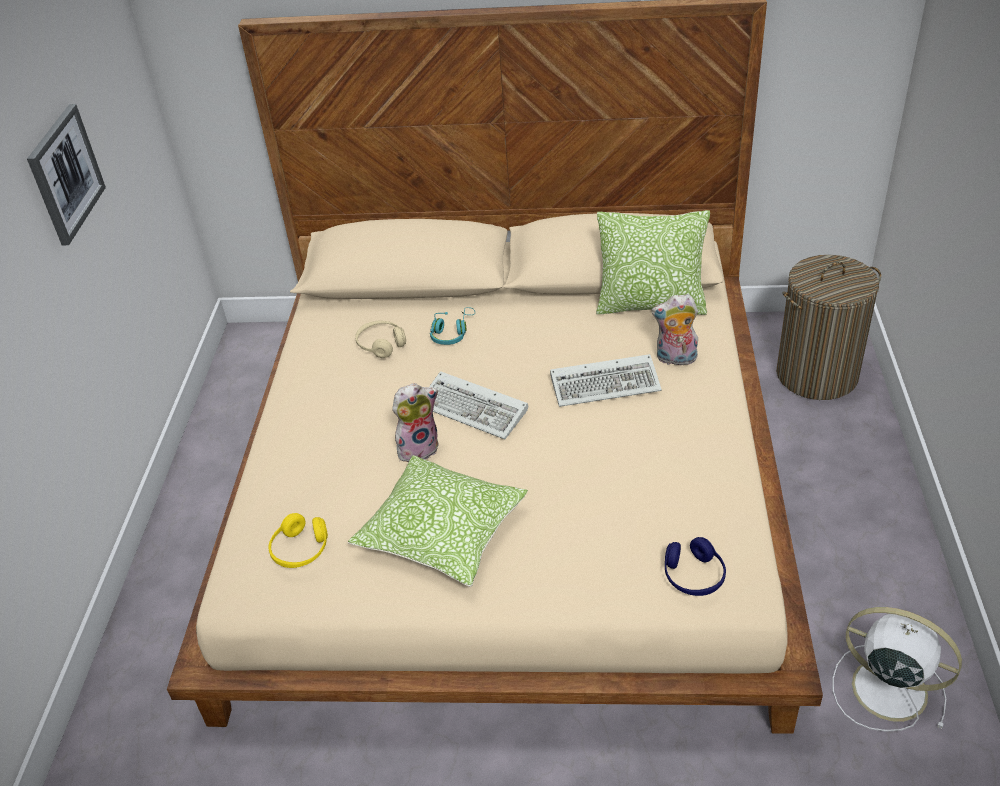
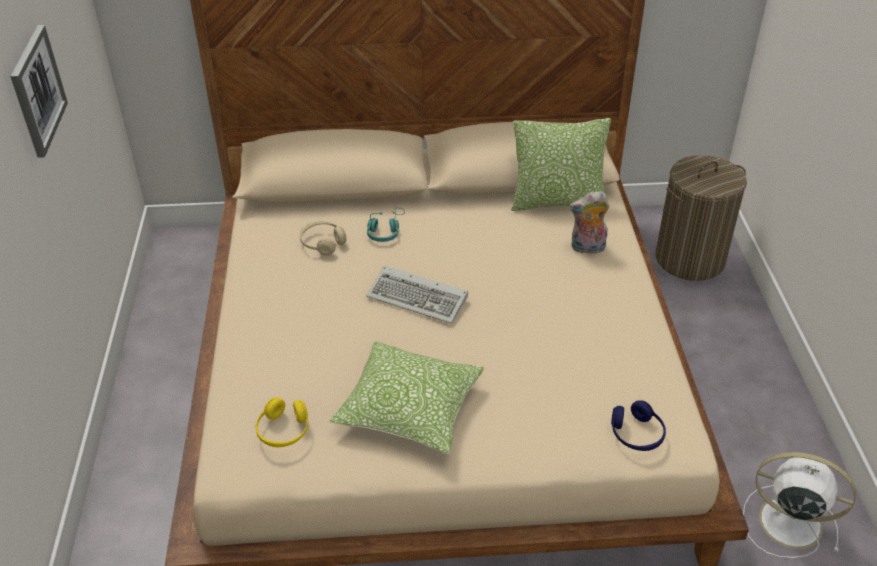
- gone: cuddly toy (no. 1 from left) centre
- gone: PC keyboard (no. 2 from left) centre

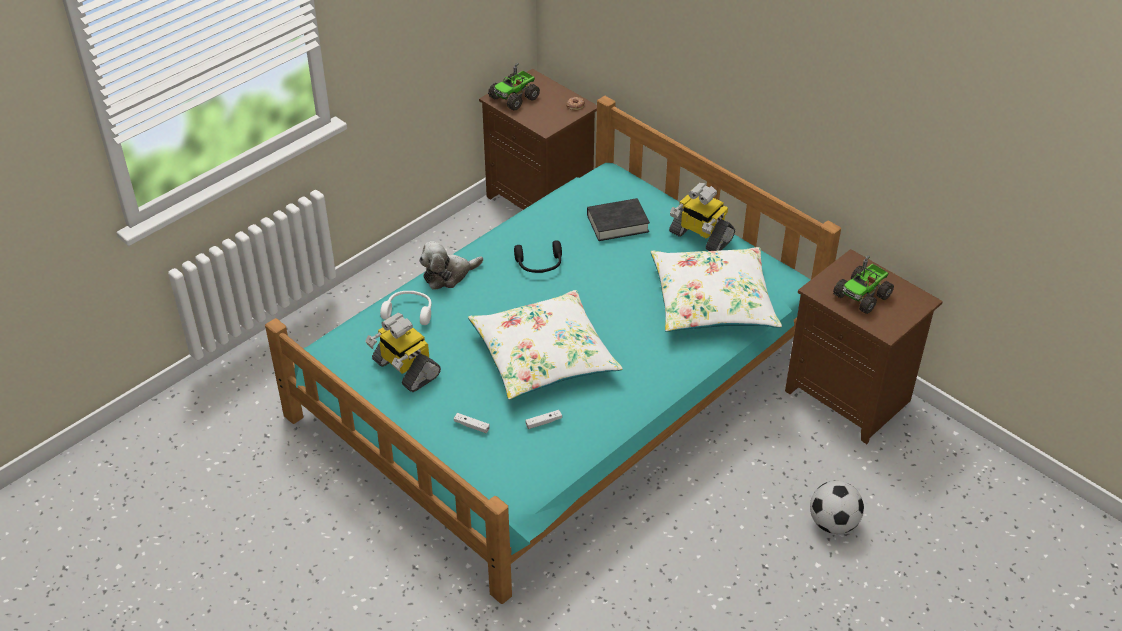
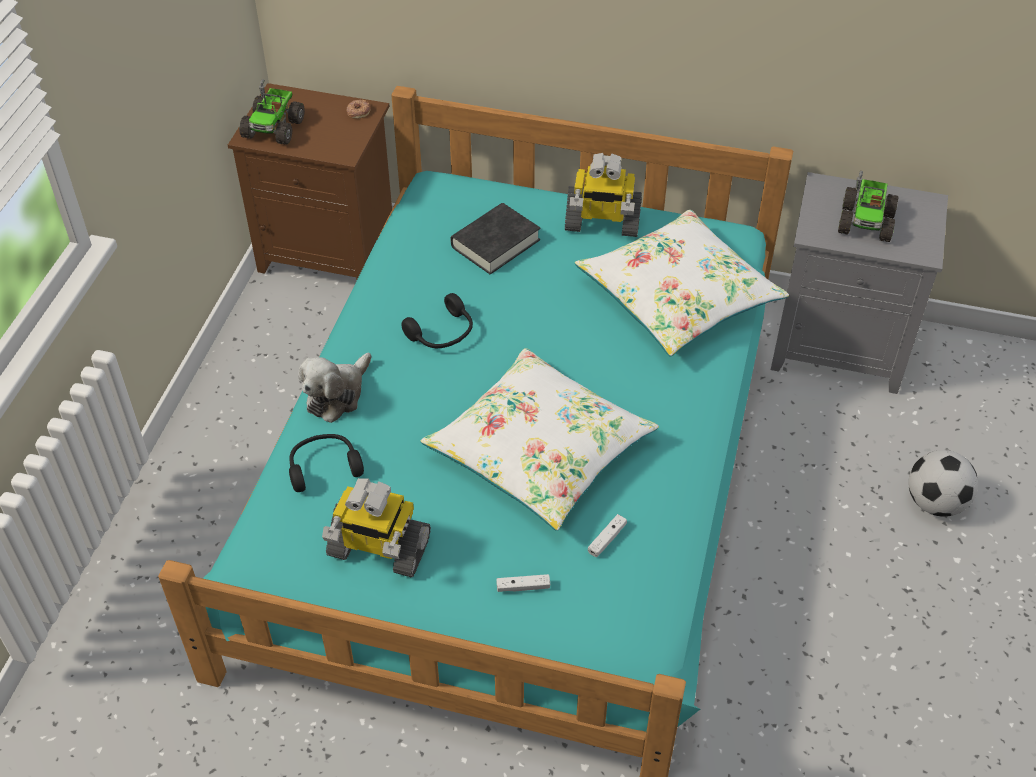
- repainted: whitish headphones centre to blackish headphones (no. 1 from left) middle left
- repainted: brown night table (no. 2 from left) middle right to grey night table middle right

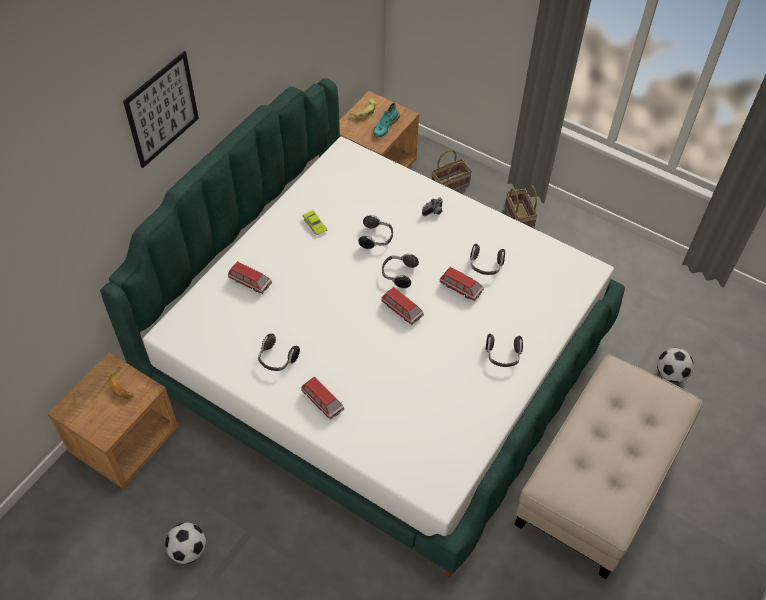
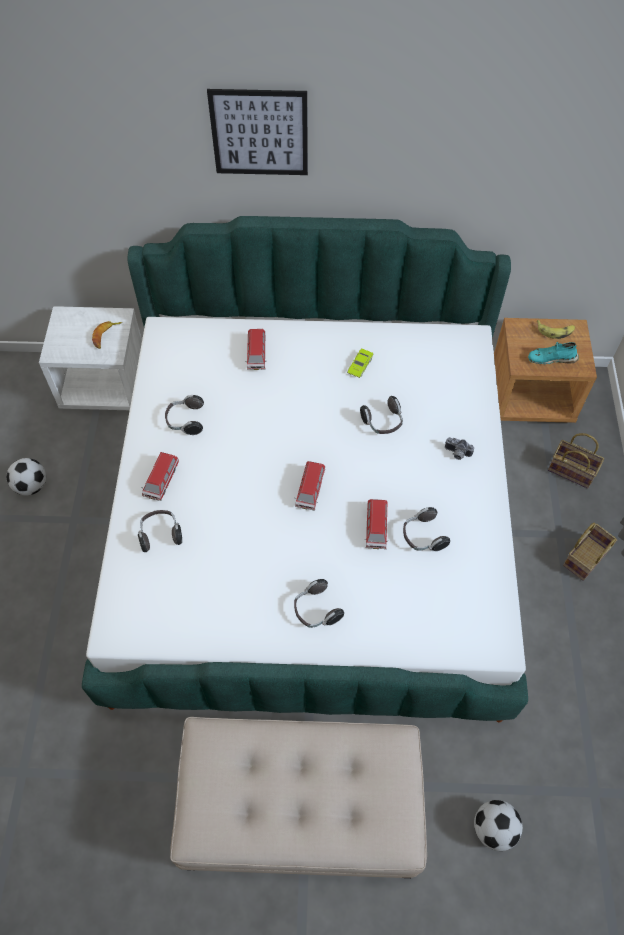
- repainted: brown night table (no. 1 from left) bottom left to whitish night table middle left
- shifted: headphones (no. 3 from left in the first image) centre to headphones (no. 1 from left) middle left

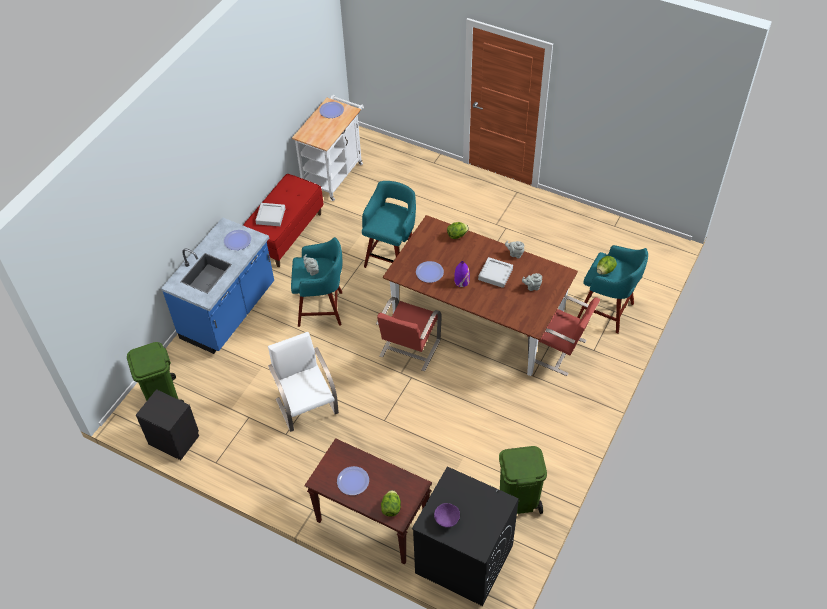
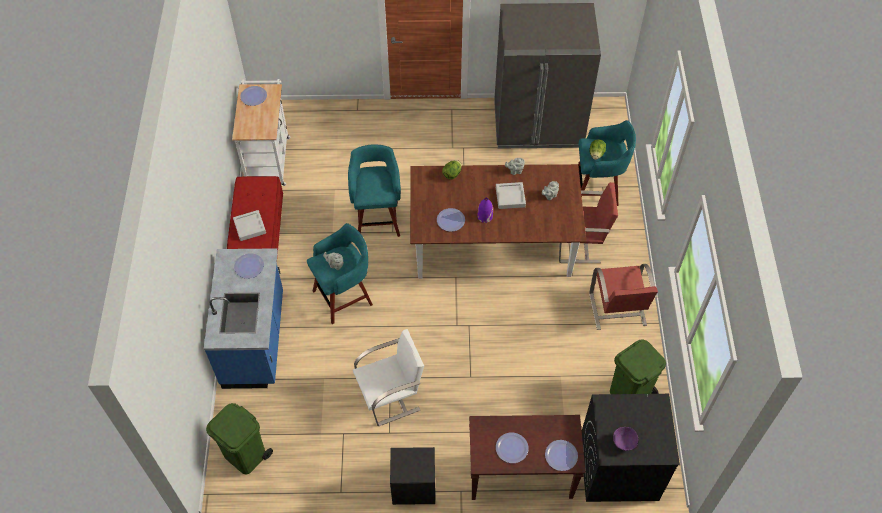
- rotated: whitish upright chair centre = bottom centre 120 degrees clockwise
- shifted: blackish night table bottom left to bottom centre
- new: grey kitchen fridge top centre
- swapped: head of lettuce (no. 1 from left) bottom centre to flat dish (no. 5 from left) bottom centre
- shifted: red upright chair (no. 1 from left in the first image) centre to red upright chair (no. 2 from left) middle right

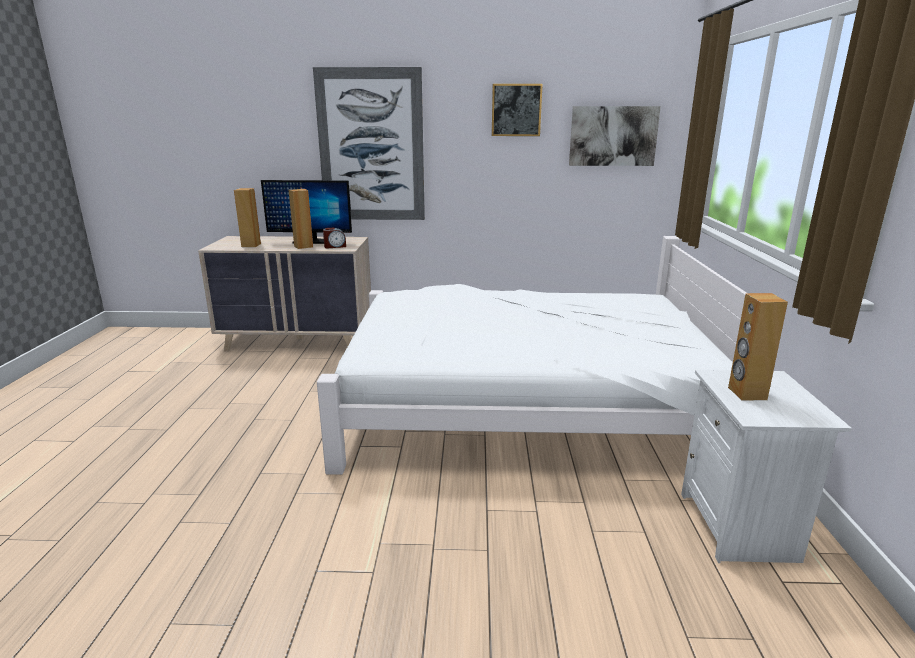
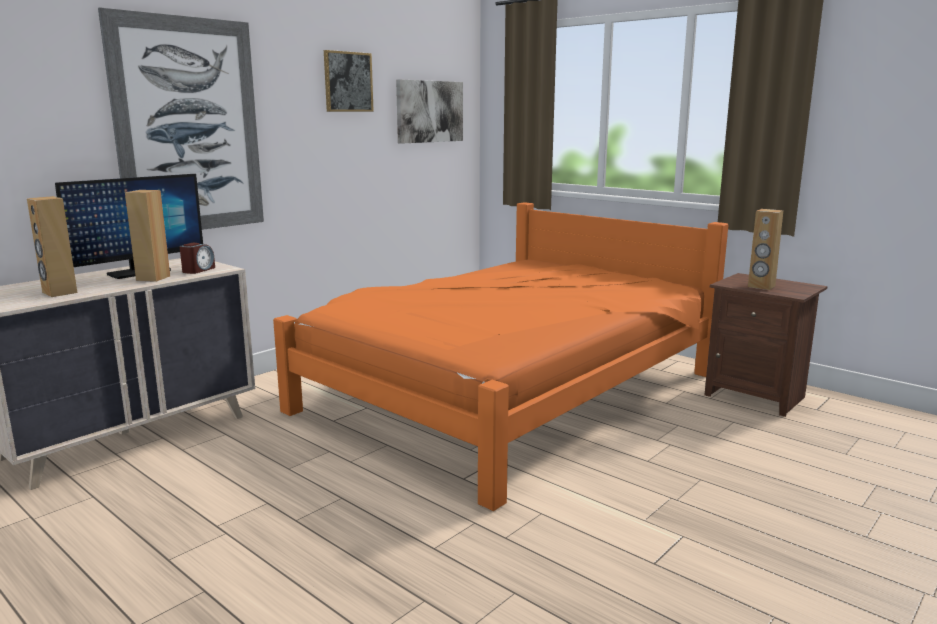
- repainted: whitish sleeping bed centre to orange sleeping bed centre
- repainted: whitish night table bottom right to brown night table middle right

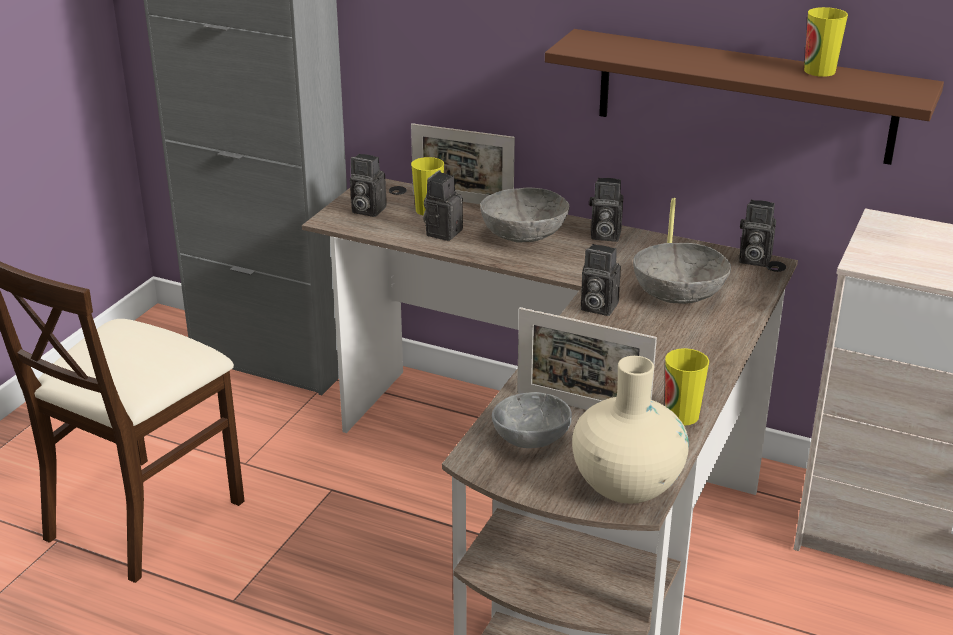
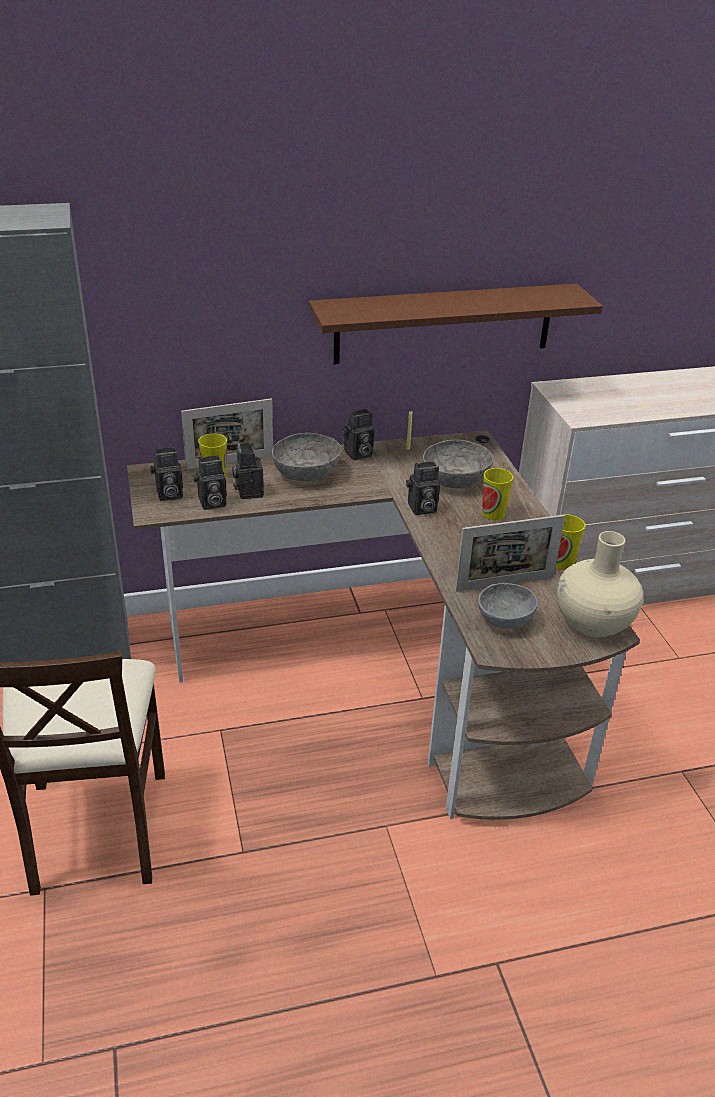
- shifted: still camera (no. 5 from left in the first image) middle right to still camera (no. 2 from left) middle left
- shifted: small cup (no. 3 from left in the first image) top right to small cup (no. 2 from left) middle right

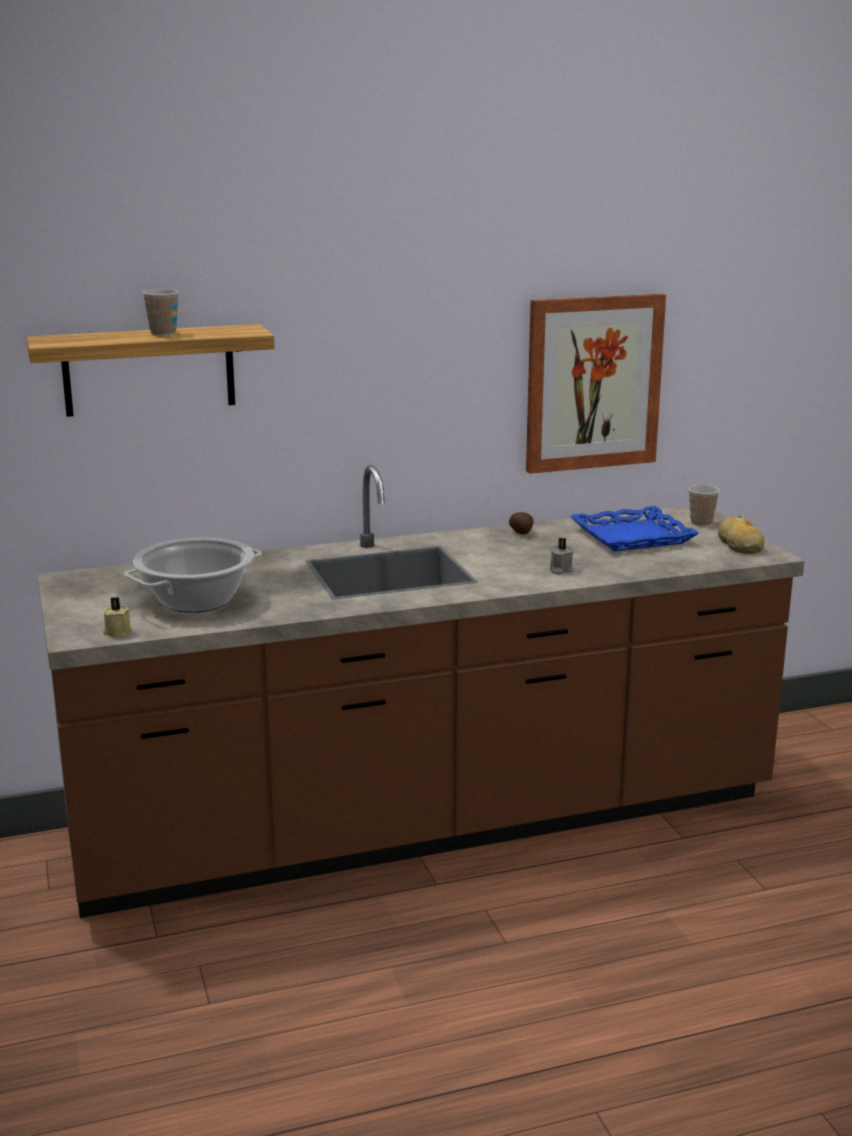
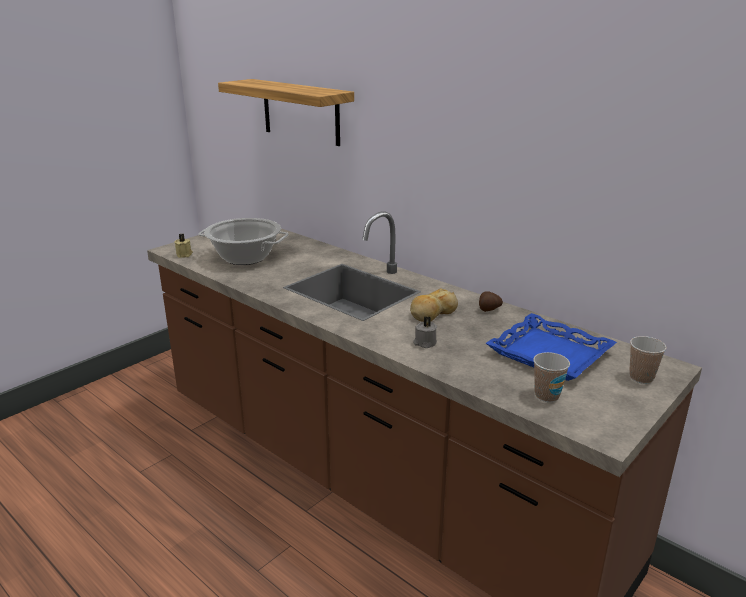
- shifted: bread middle right to centre
- shifted: small cup (no. 1 from left) top left to middle right
- gone: wall picture middle right

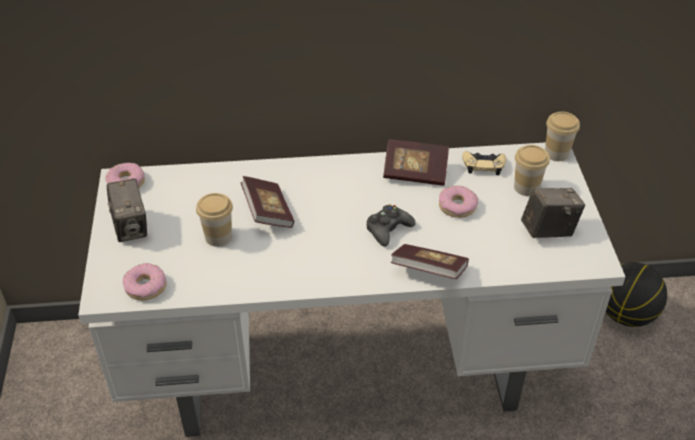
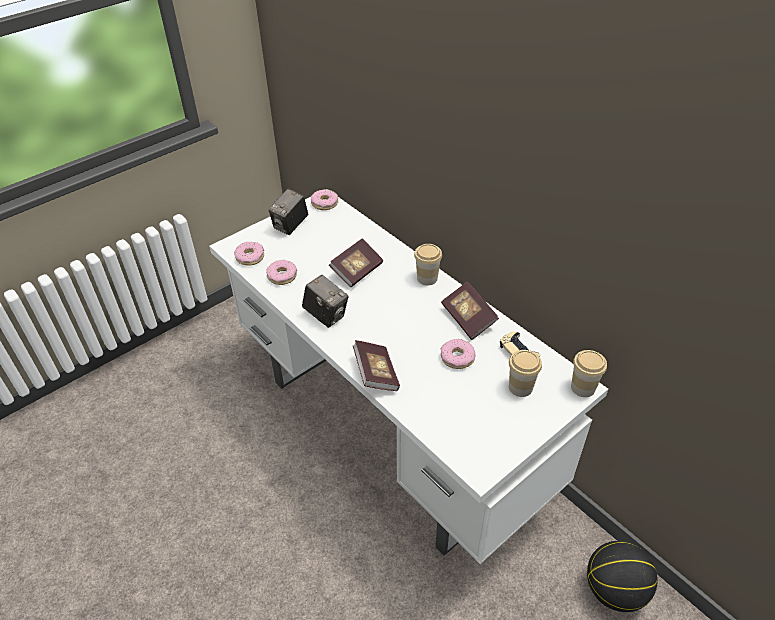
- new: donut (no. 2 from left) centre
- shifted: still camera (no. 2 from left) middle right to centre
- shifted: small cup (no. 1 from left) middle left to centre
- gone: blackish game controller centre

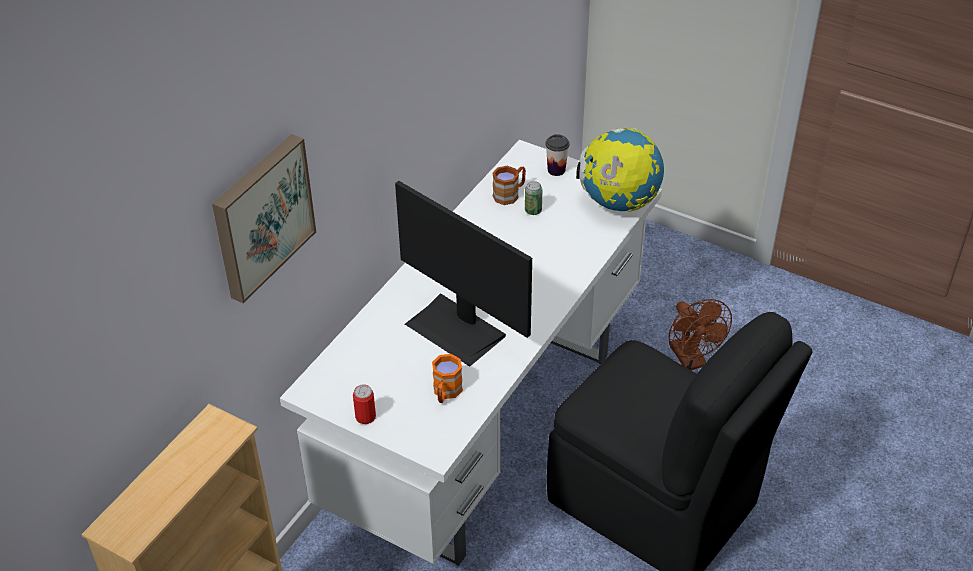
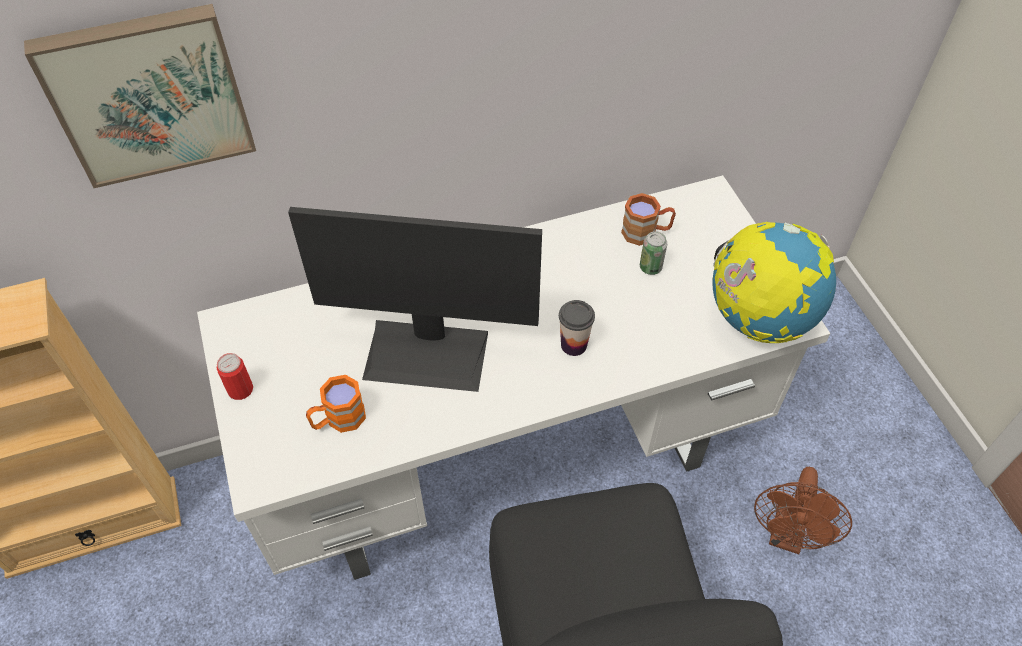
- rotated: computer display centre = centre 75 degrees counterclockwise
- shifted: small cup top centre to centre

